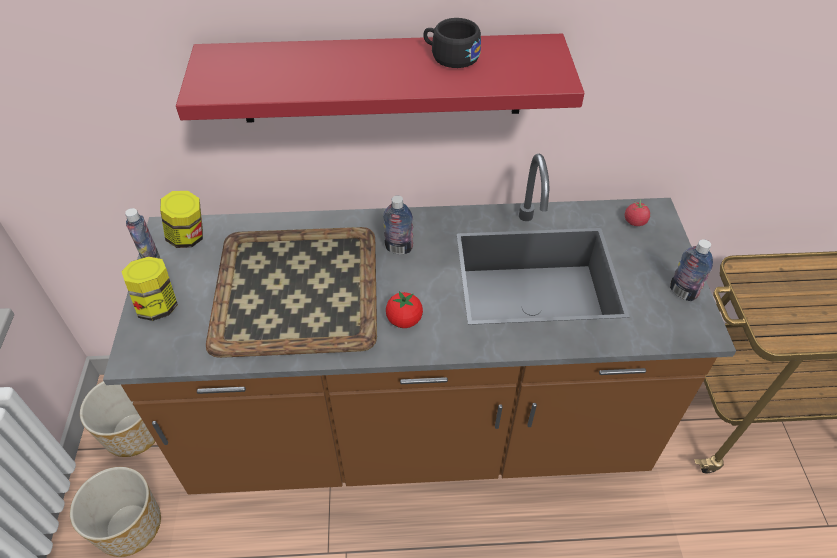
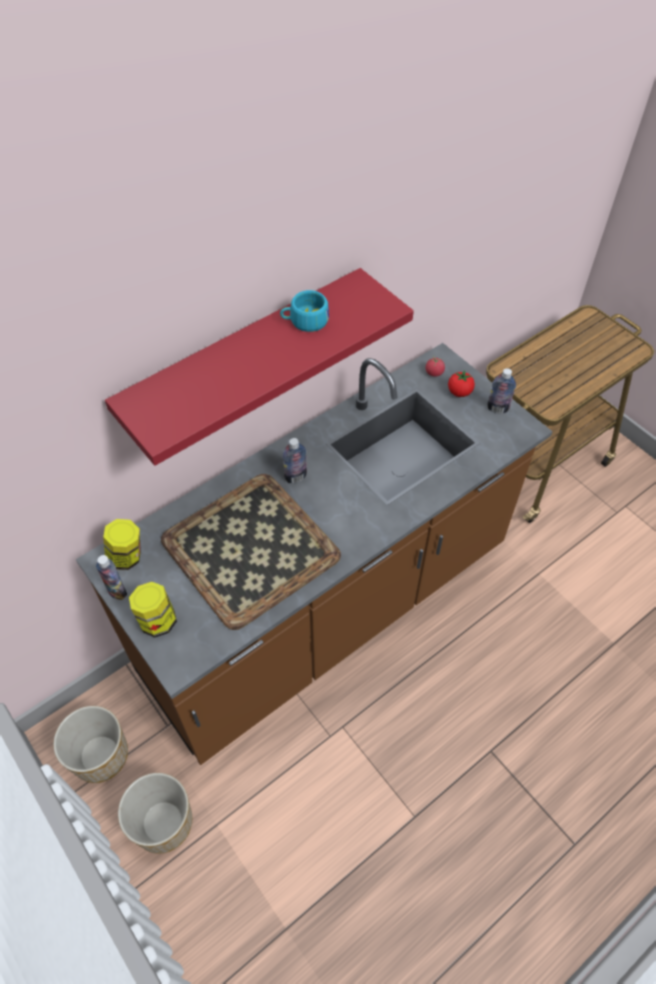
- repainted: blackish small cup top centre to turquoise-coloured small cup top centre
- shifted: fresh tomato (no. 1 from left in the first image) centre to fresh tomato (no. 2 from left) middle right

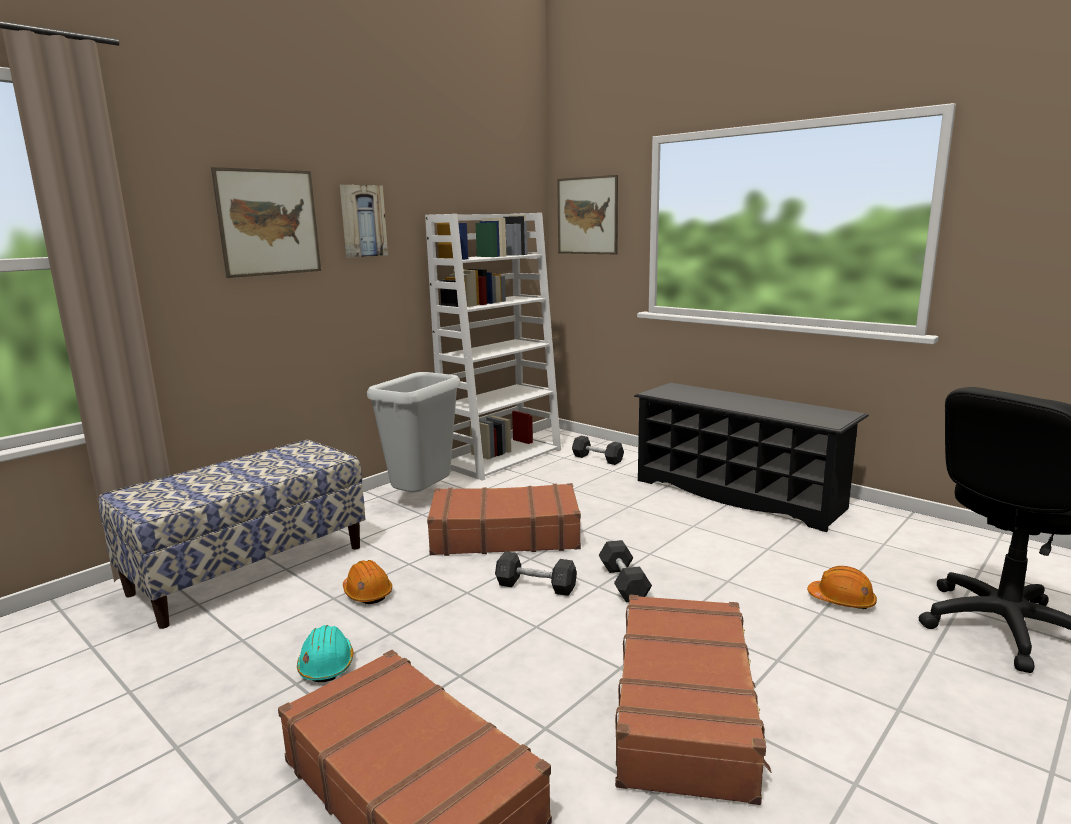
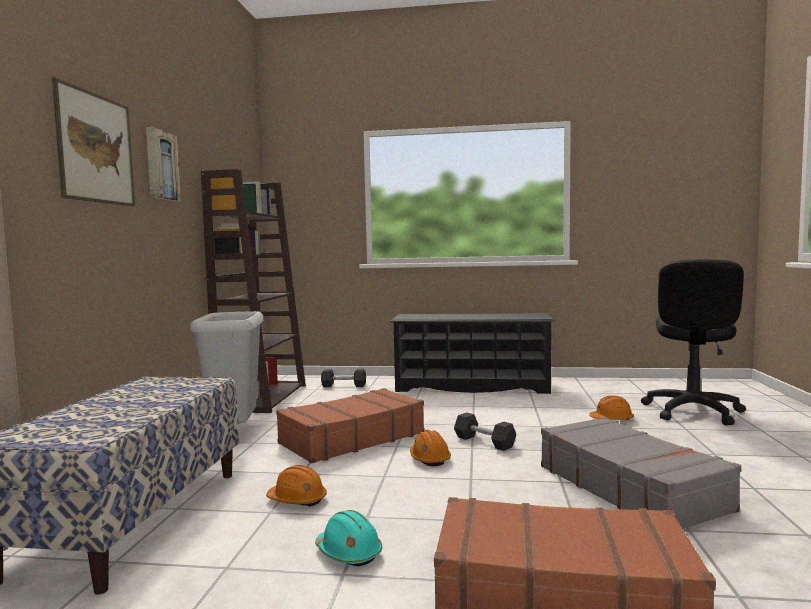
- repainted: whitish shelving unit centre to brown shelving unit middle left
- swapped: grey hand weight (no. 1 from left) bottom centre to orange work helmet (no. 2 from left) bottom centre
- repainted: brown travel case (no. 3 from left) bottom centre to grey travel case bottom right
- gone: wall picture (no. 3 from left) top centre

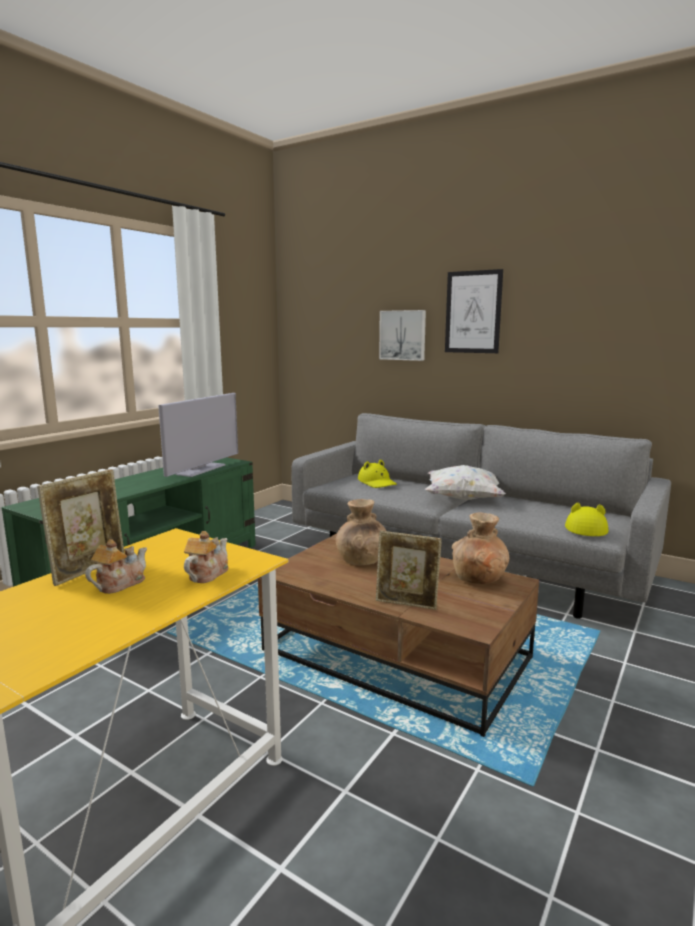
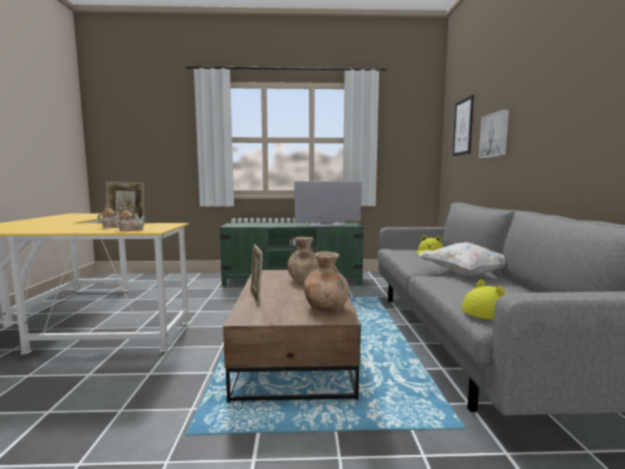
- shifted: wall picture (no. 2 from left in the first image) middle right to wall picture (no. 1 from left) top right

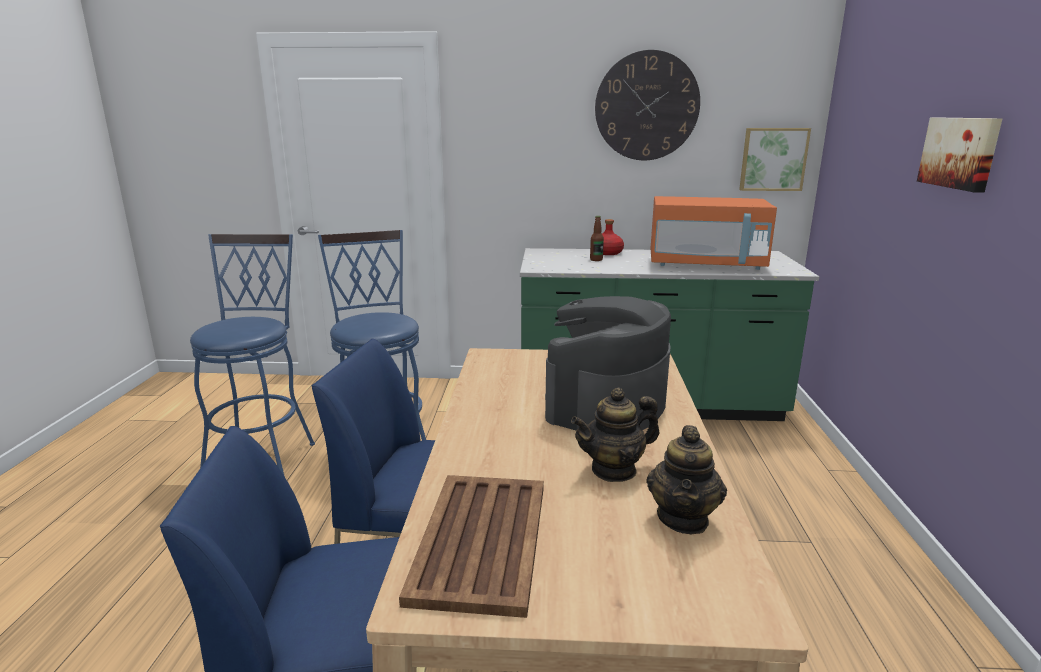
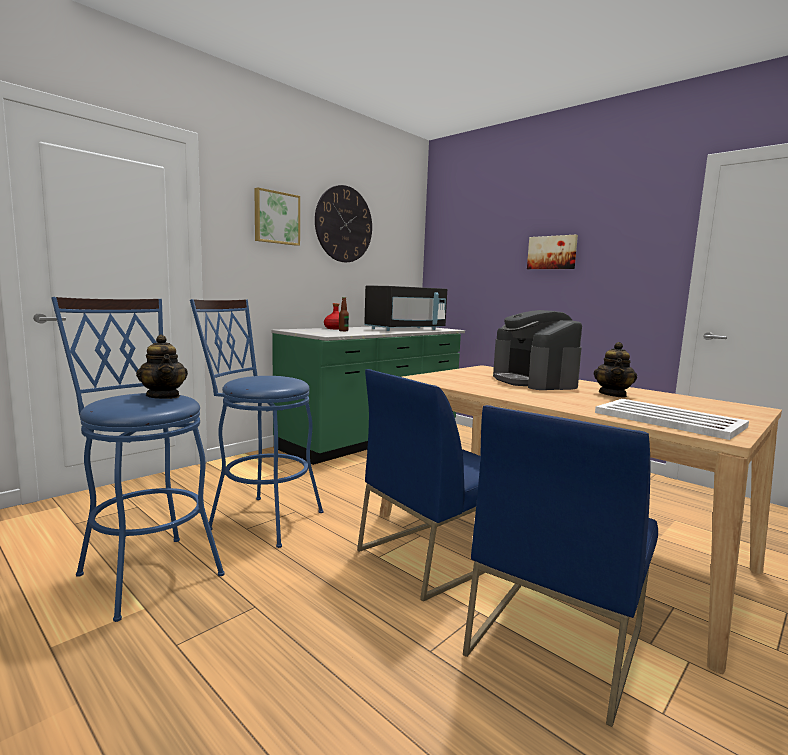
- shifted: teapot (no. 2 from left in the first image) bottom centre to teapot (no. 1 from left) middle left
- shifted: wall picture (no. 1 from left) top right to top centre
- repainted: orange microwave middle right to blackish microwave centre
- repainted: brown serving tray bottom centre to whitish serving tray middle right

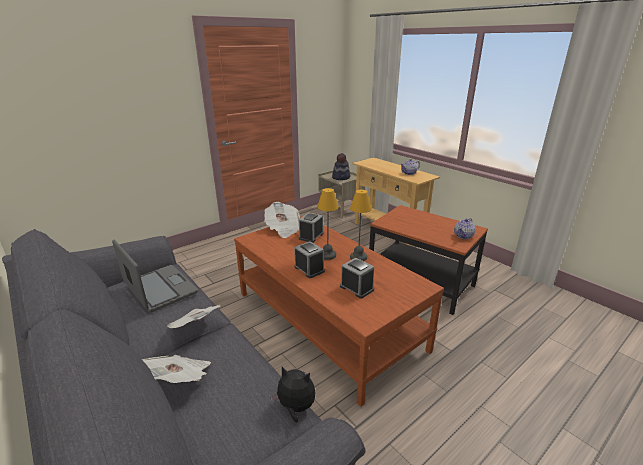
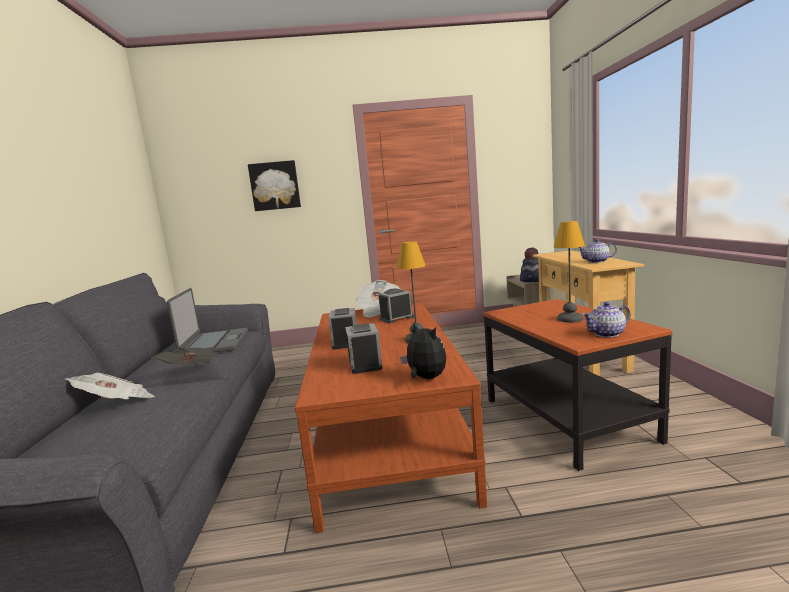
- new: wall picture top centre
- shifted: cuddly toy bottom centre to centre
- shifted: tabletop lamp (no. 1 from left in the first image) centre to tabletop lamp (no. 2 from left) middle right

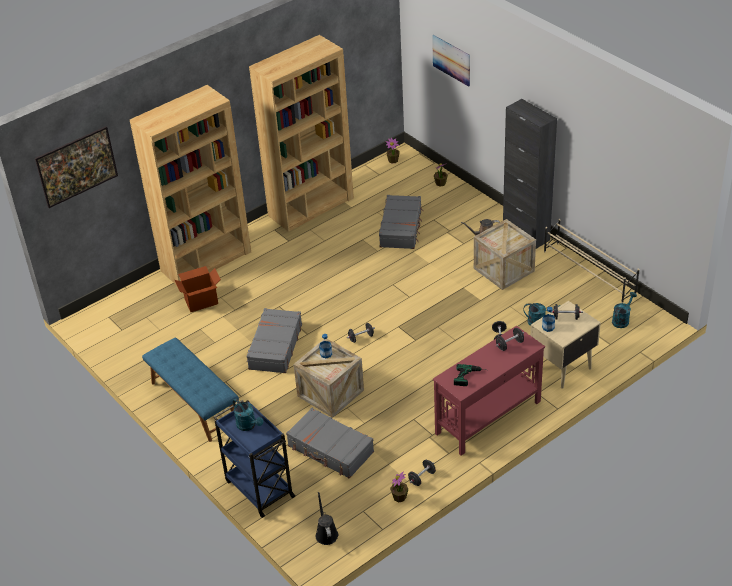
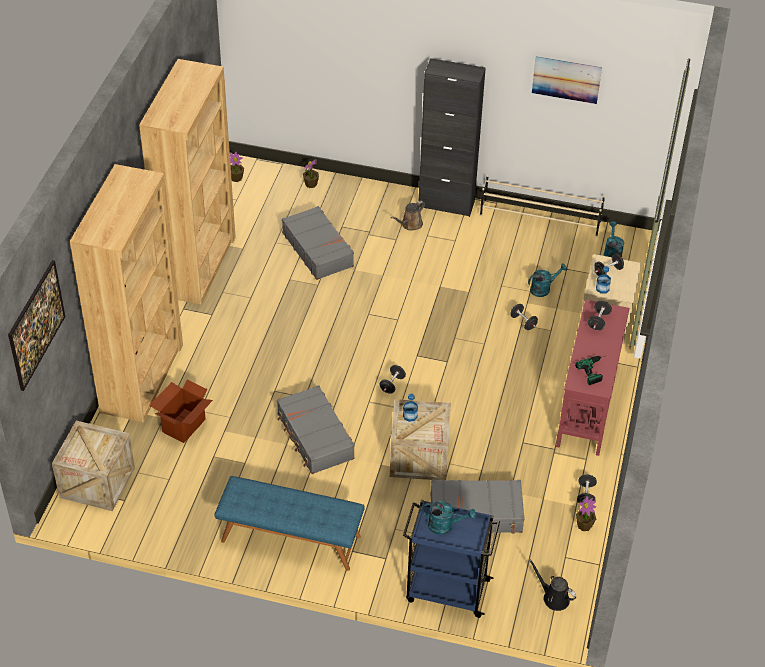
- shifted: shipping crate (no. 2 from left in the first image) middle right to shipping crate (no. 1 from left) bottom left
- shifted: wall picture (no. 2 from left) top centre to top right

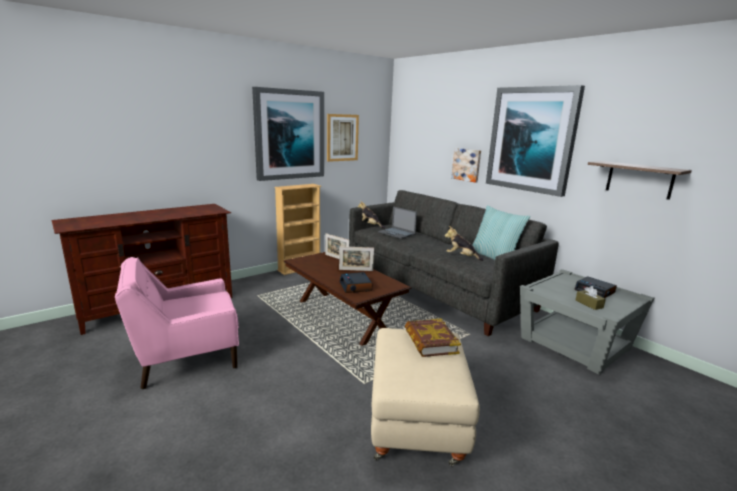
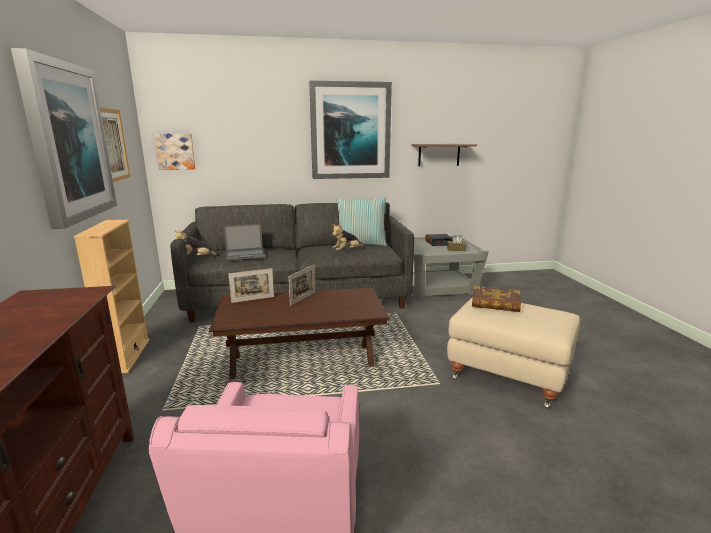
- shifted: wall picture (no. 3 from left) centre to top left
- gone: table clock (no. 1 from left) centre

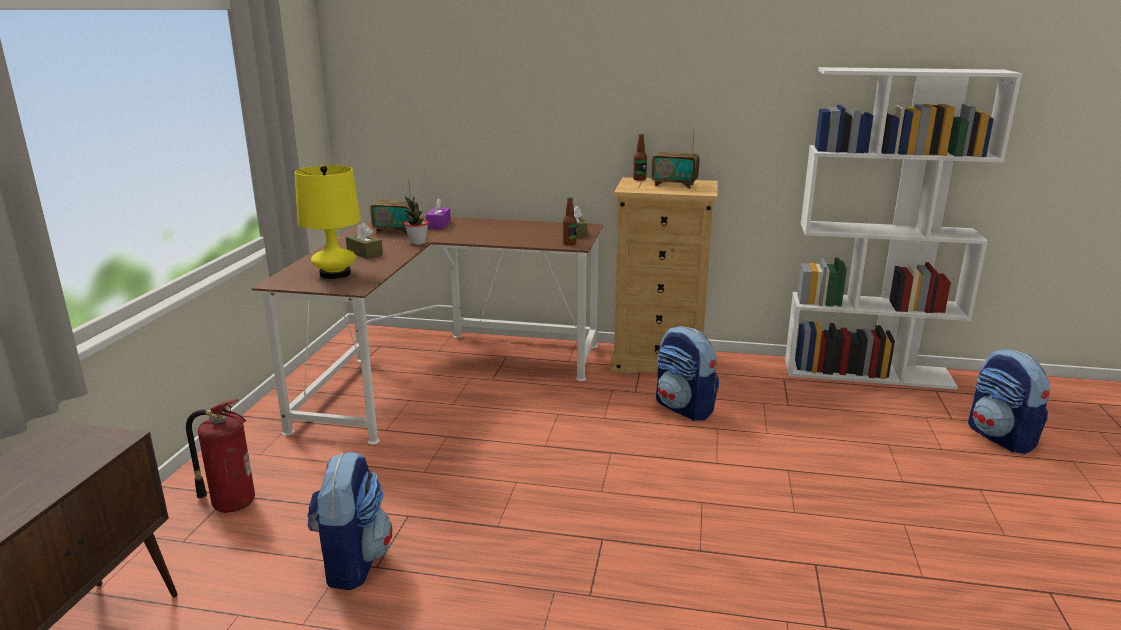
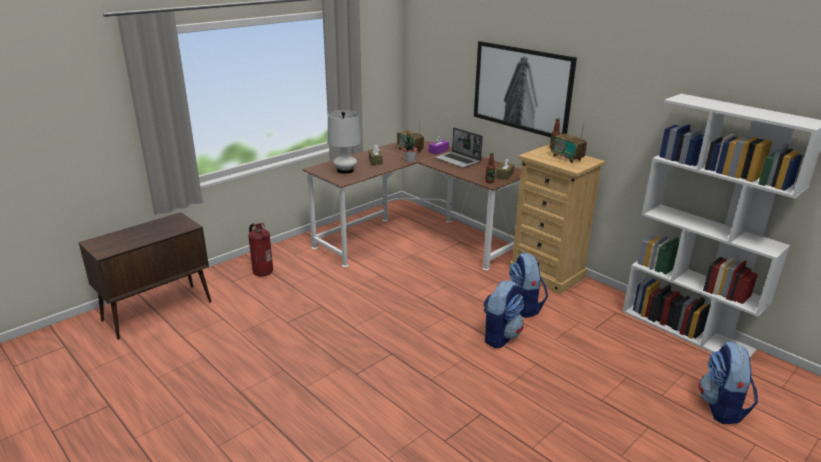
- repainted: yellowish tabletop lamp middle left to whitish tabletop lamp top centre
- new: portable computer top centre
- new: wall picture top centre
- shifted: backpack (no. 1 from left) bottom left to bottom centre

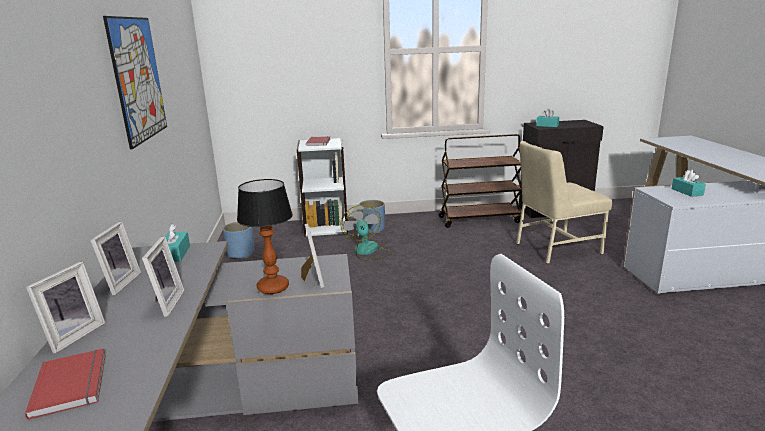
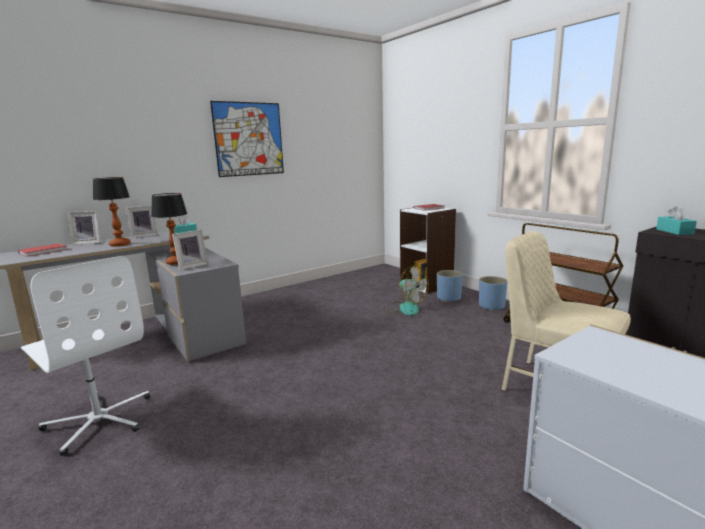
- swapped: picture frame (no. 3 from left) middle left to tabletop lamp (no. 1 from left) middle left
- rotated: electric fan centre = centre 90 degrees clockwise
- shifted: bluish plant pot (no. 1 from left in the first image) middle left to bluish plant pot (no. 2 from left) middle right
- gone: turquoise-coloured box of tissues (no. 3 from left) middle right

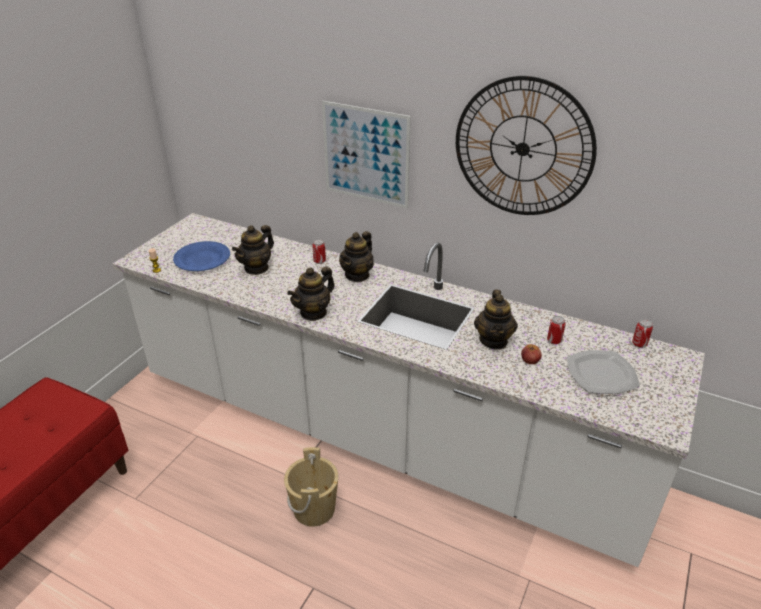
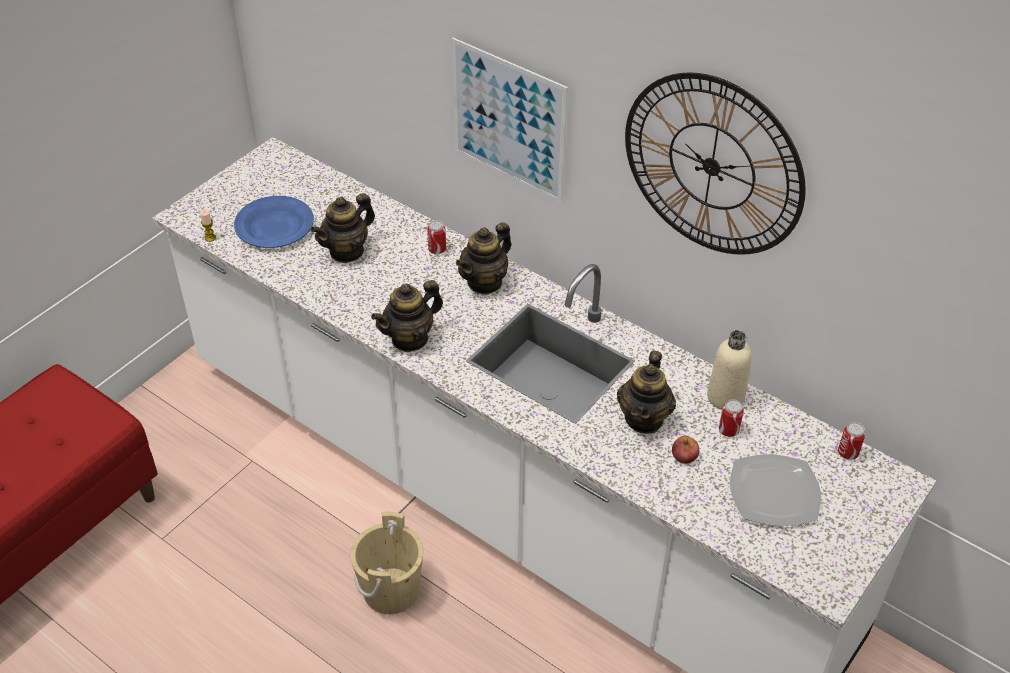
- new: beige-coloured beverage bottle middle right

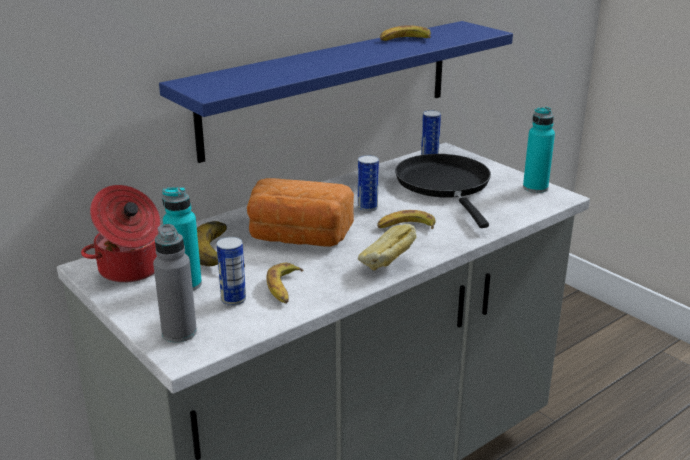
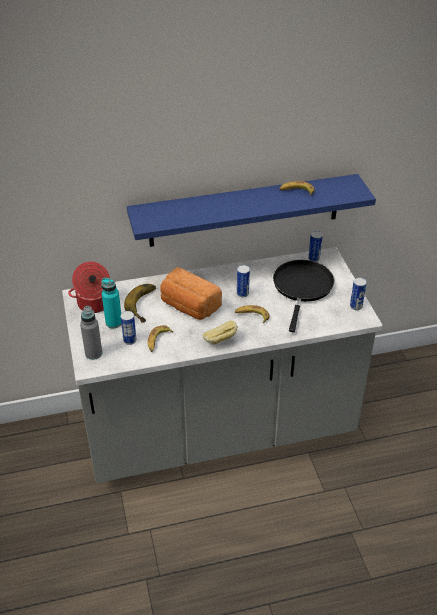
- swapped: turquoise-coloured beverage bottle (no. 2 from left) top right to sealed can (no. 4 from left) middle right

